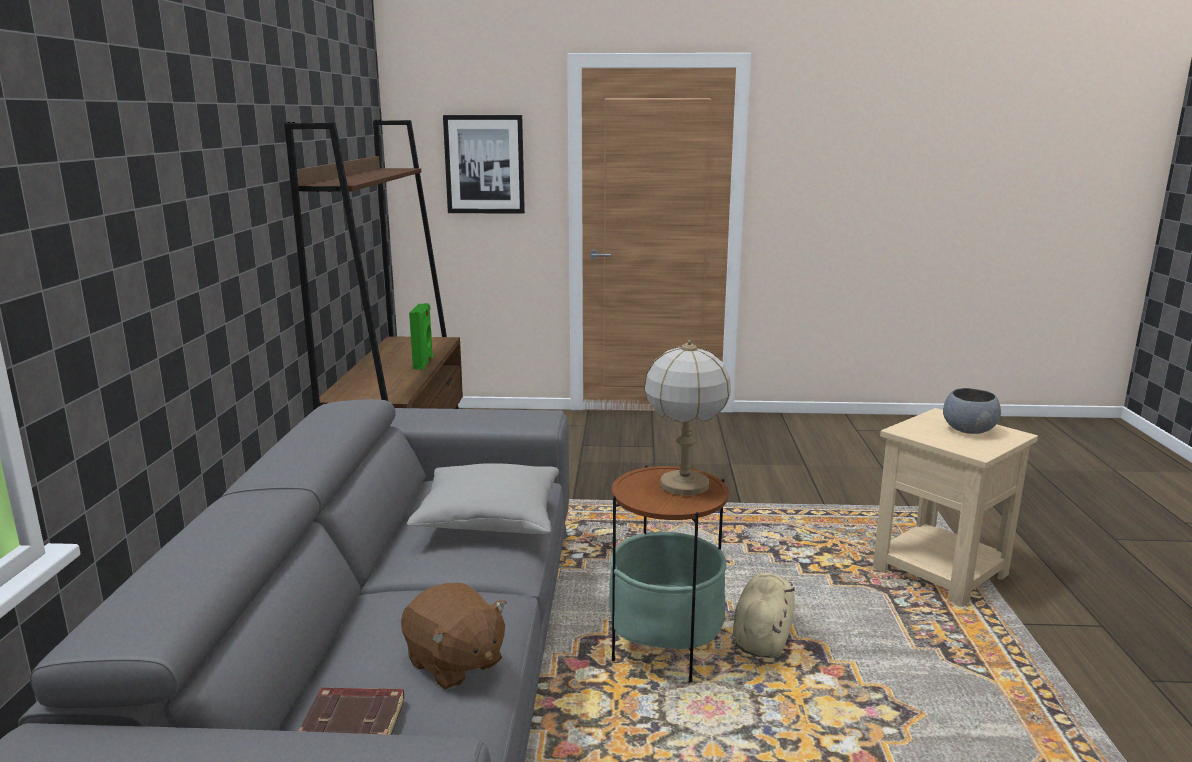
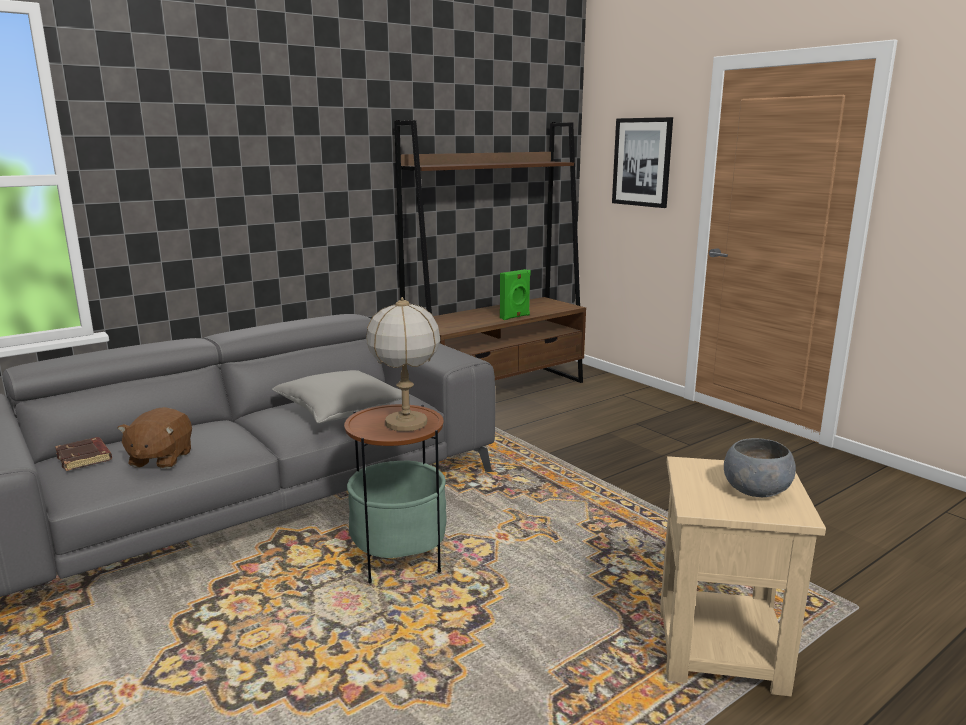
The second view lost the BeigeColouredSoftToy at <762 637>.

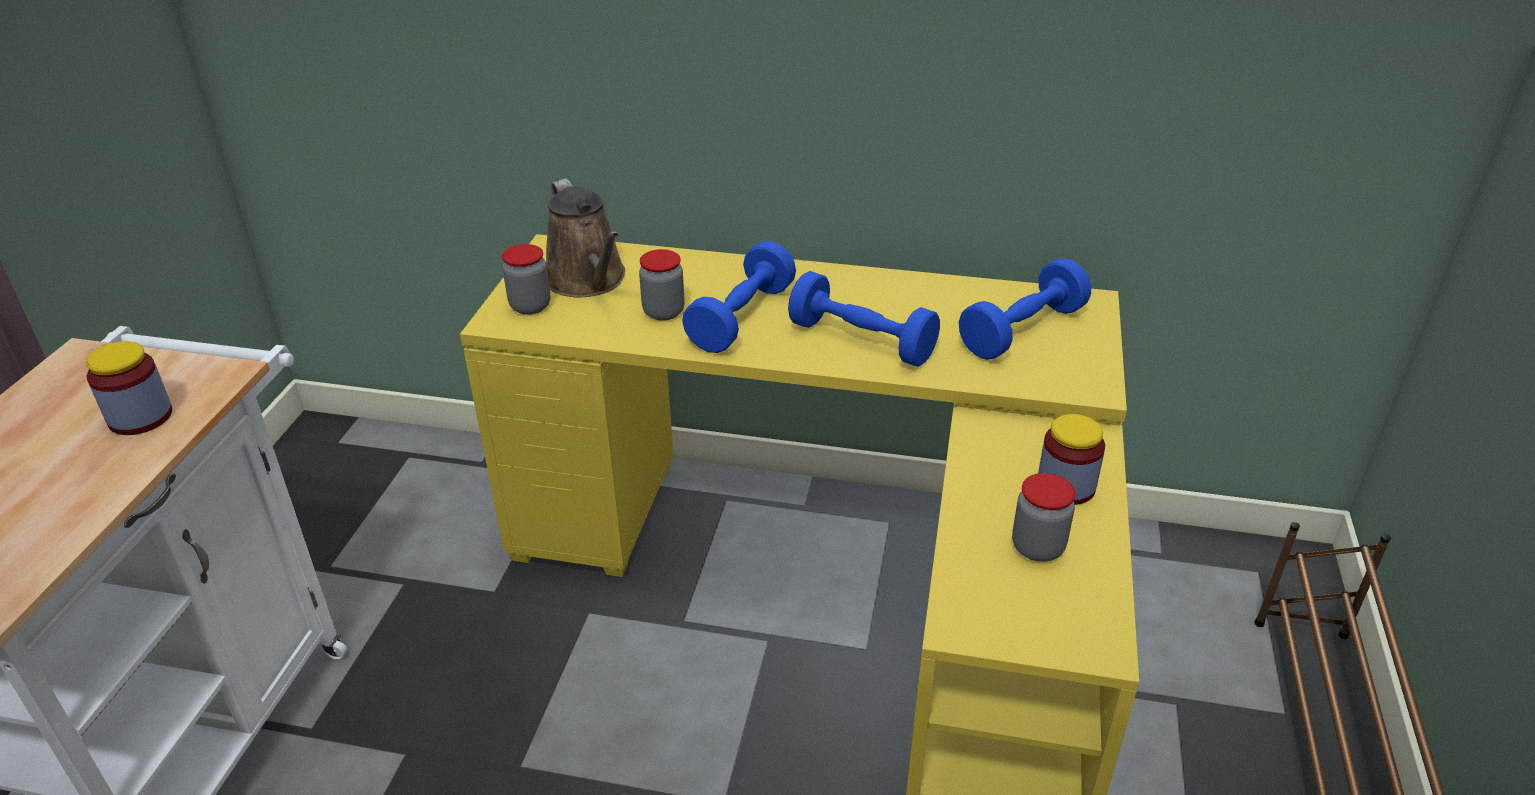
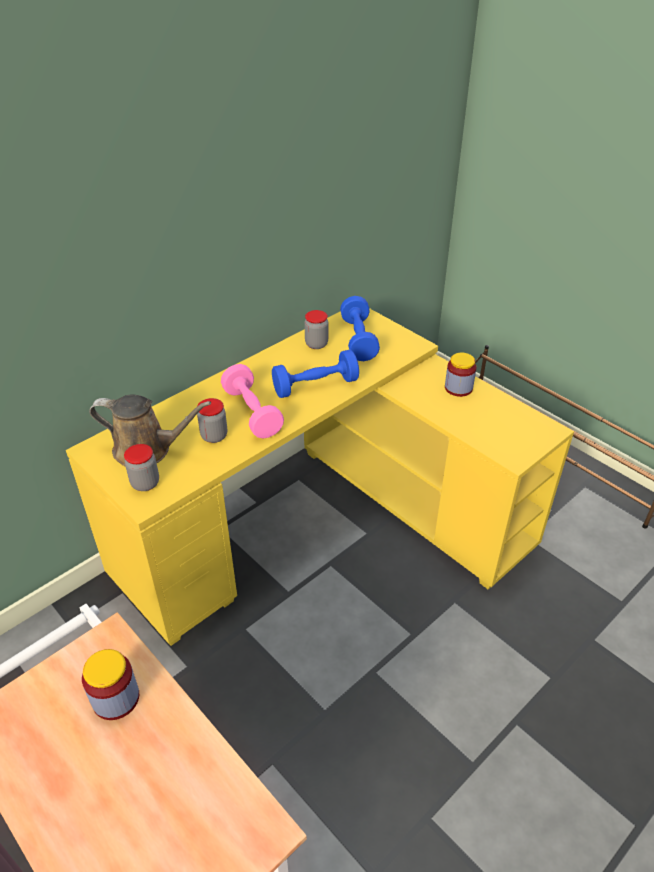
What was the BlueColouredFreeWeight at <741 318> turned into the PinkColouredFreeWeight at <252 413>.
The StorageJar ended up elsewhere, having gone from <1037 547> to <316 344>.

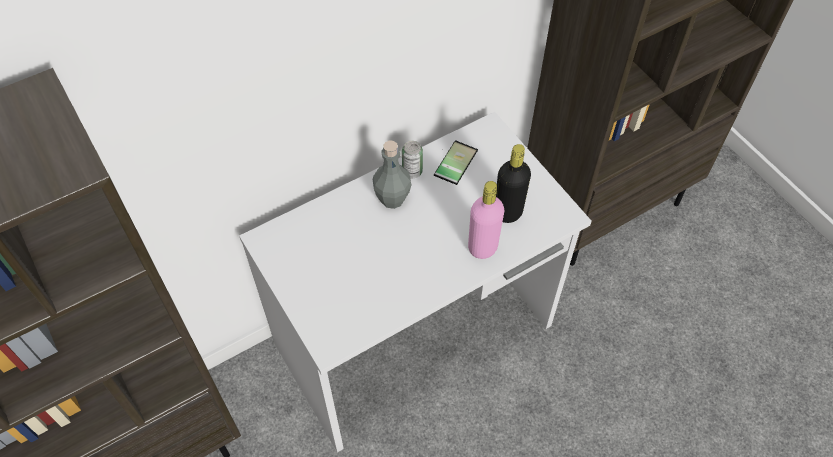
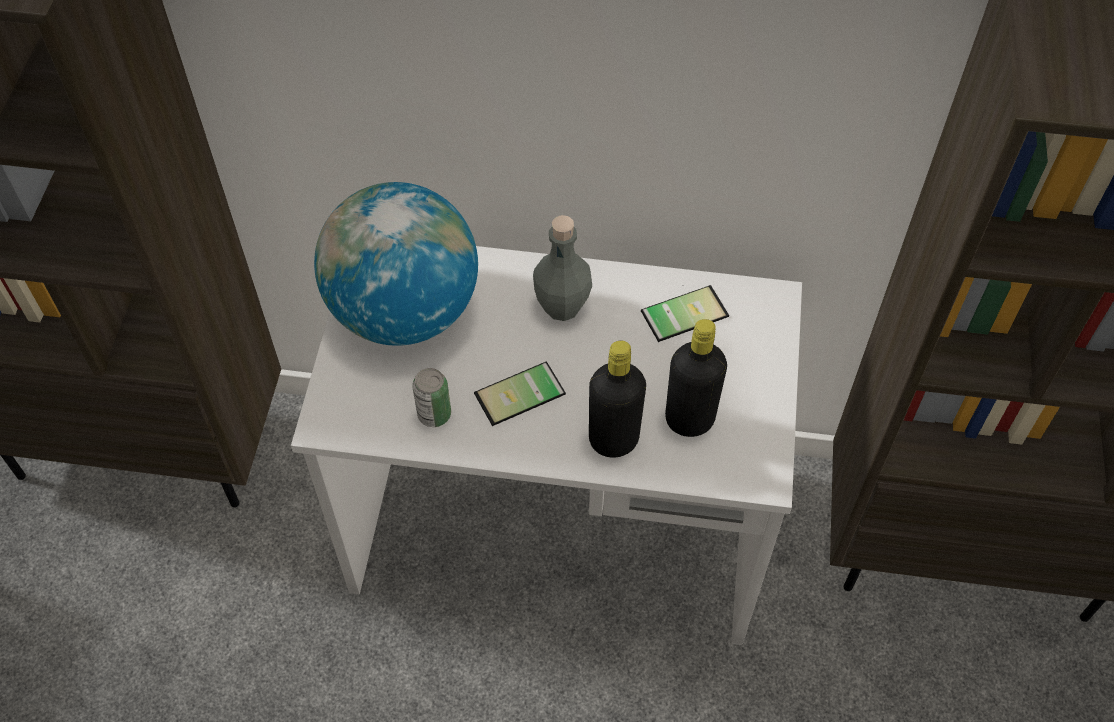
The SealedCan ended up elsewhere, having gone from <412 171> to <434 414>.
What was the PinkColouredBottle at <482 247> turned into the BlackColouredBottle at <613 440>.
The second view gained the DeskGlobe at <404 312>.
The second view gained the Phone at <521 397>.

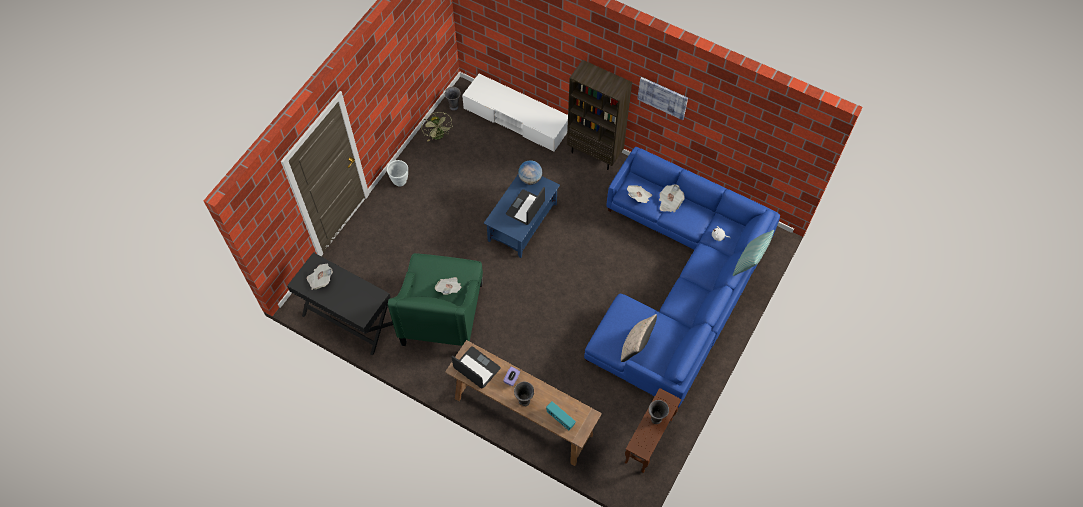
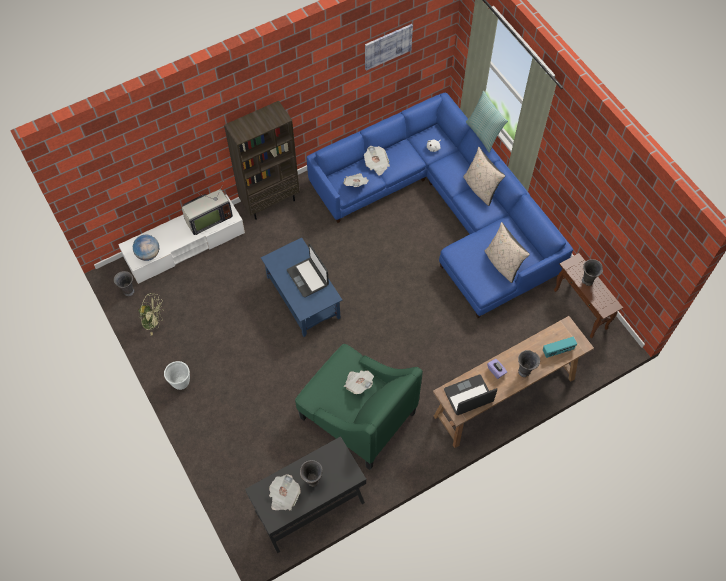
The WallPicture ended up elsewhere, having gone from <662 97> to <387 46>.
The DeskGlobe ended up elsewhere, having gone from <530 179> to <148 254>.
The second view gained the BeigeColouredPillow at <480 188>.
The second view gained the Television at <208 219>.
The second view gained the GrayVase at <312 481>.

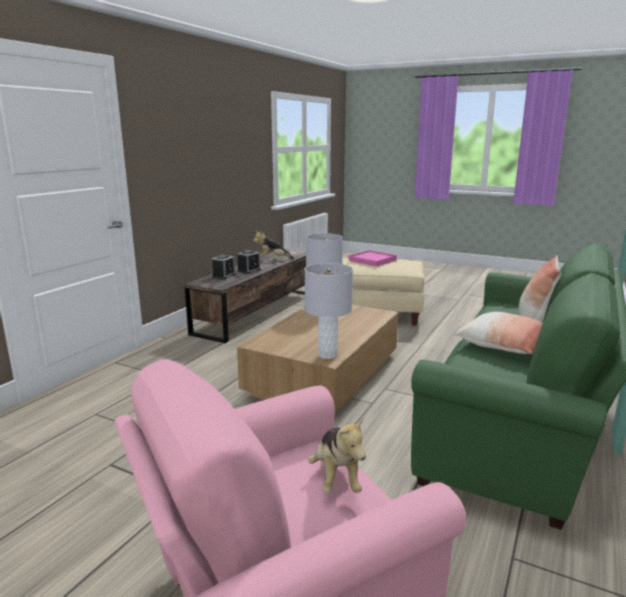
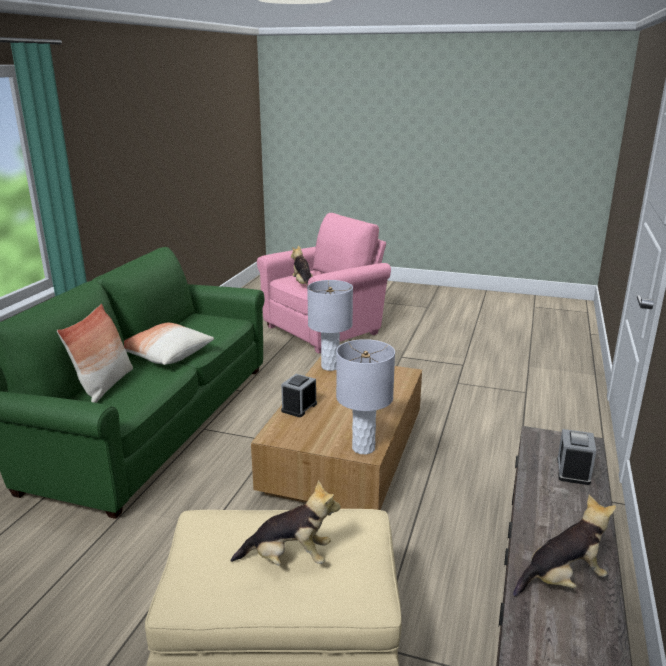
The TableClock ended up elsewhere, having gone from <249 270> to <299 407>.
Where the PinkColouredTray stood at <372 260>, the SoftToy came to stand at <289 559>.

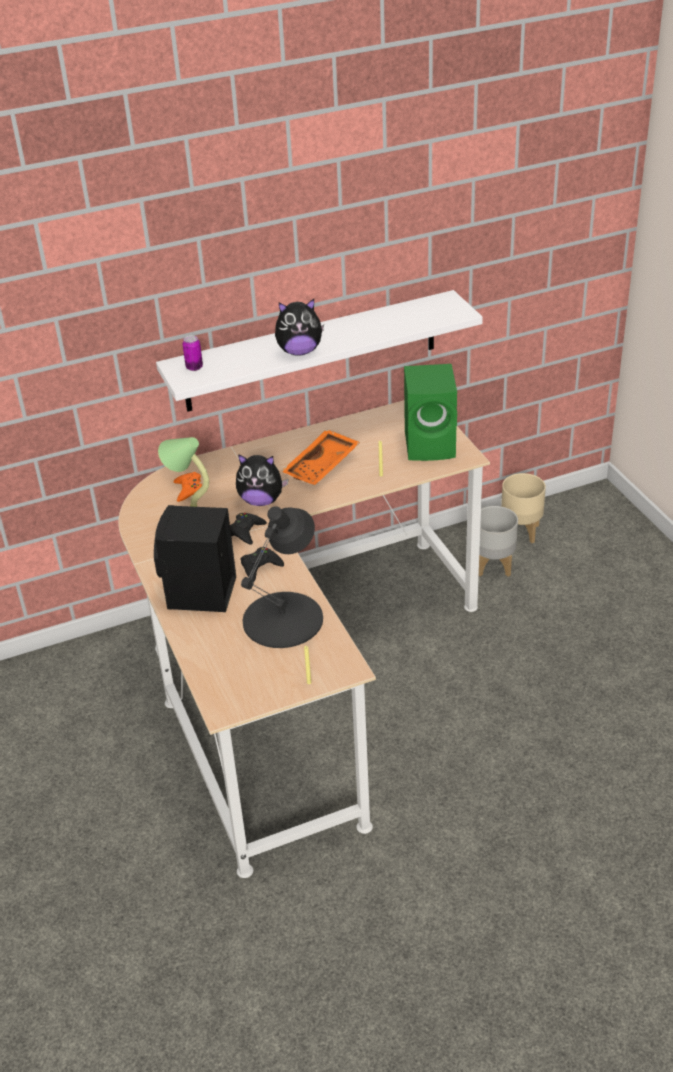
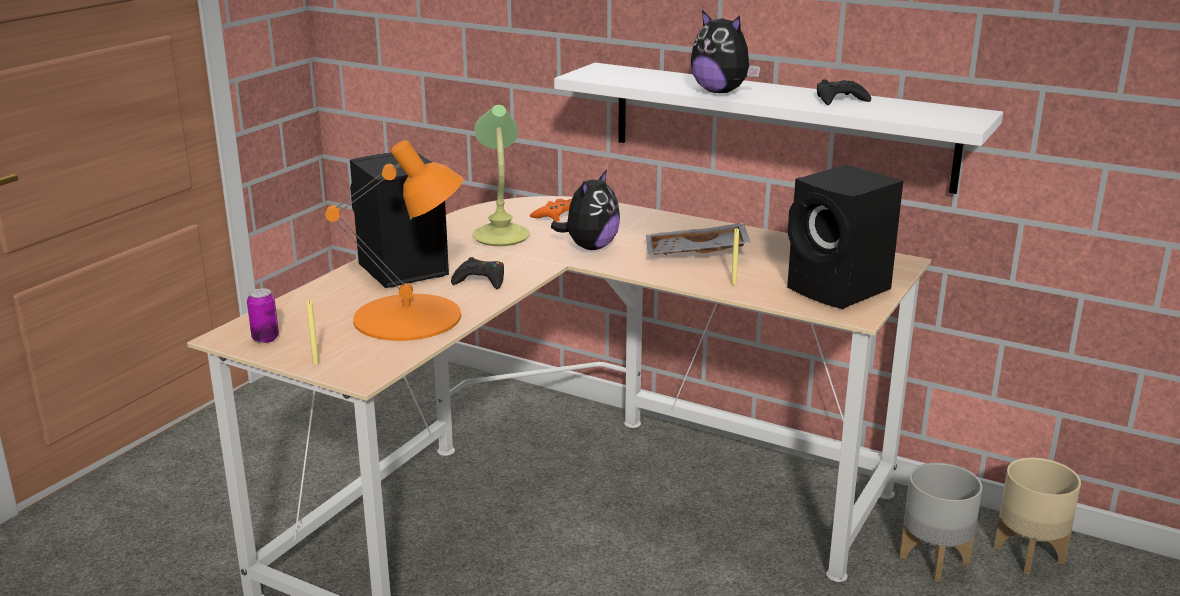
The SealedCan ended up elsewhere, having gone from <194 367> to <265 338>.
What was the GreenishAudioSpeaker at <432 445> turned into the BlackColouredAudioSpeaker at <840 290>.
What was the OrangeTray at <322 466> turned into the GrayTray at <696 253>.
The SoftToy at <261 501> ended up facing another way, 120 degrees counterclockwise from before.
What was the BlackColouredTabletopLamp at <284 619> turned into the OrangeTabletopLamp at <409 317>.
The BlackColouredGamepad ended up elsewhere, having gone from <246 531> to <840 99>.

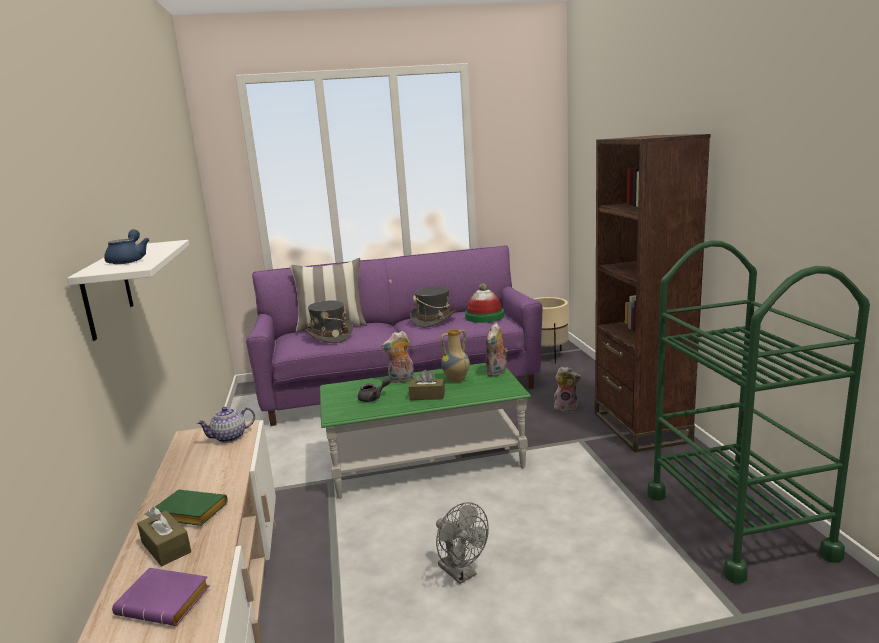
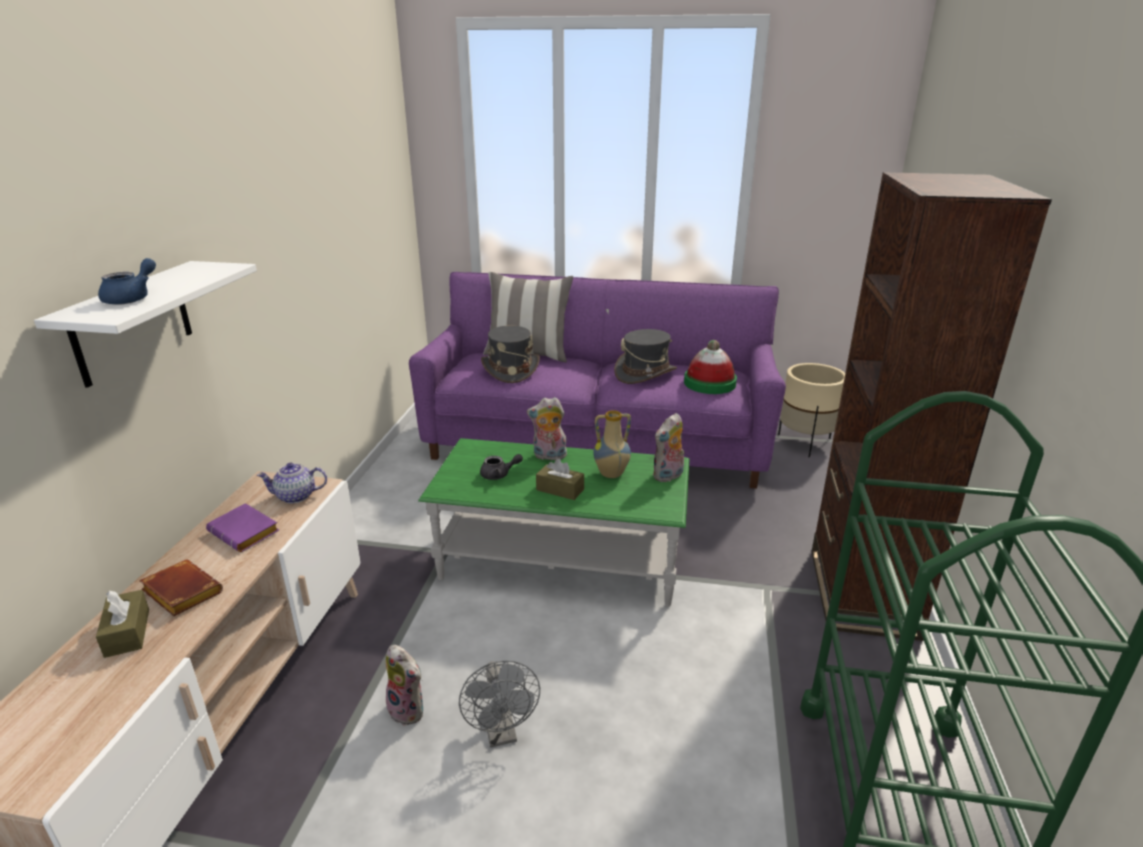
The SoftToy ended up elsewhere, having gone from <566 407> to <409 709>.
What was the GreenishBook at <188 513> turned into the BrownBook at <180 593>.
The PurpleBook ended up elsewhere, having gone from <167 602> to <247 533>.

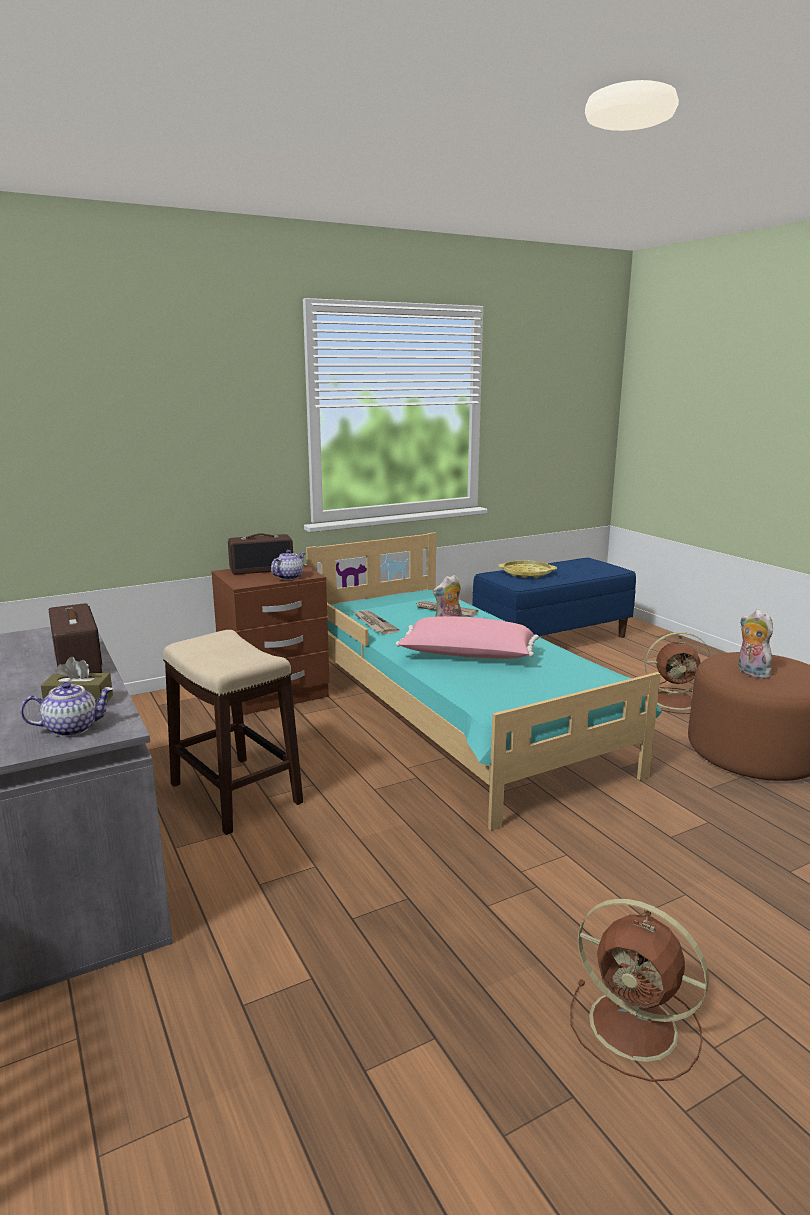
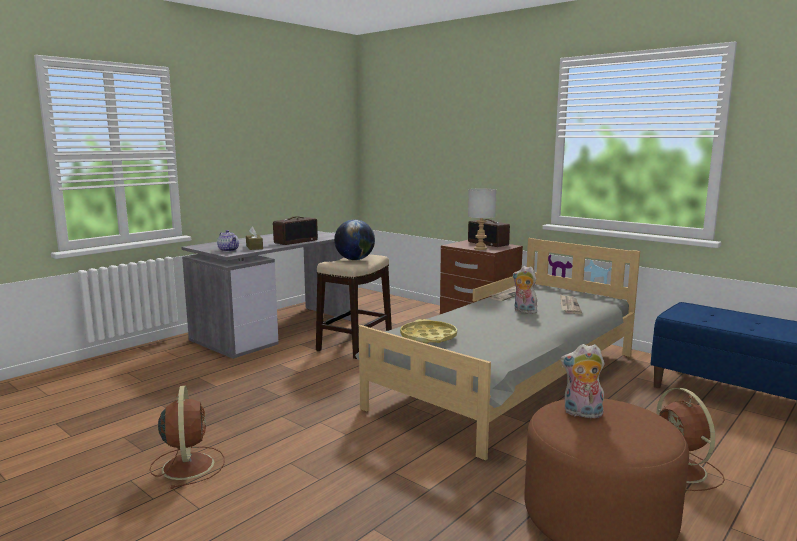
What was the BlueGreenSleepingBed at <457 717> turned into the GraySleepingBed at <510 380>.
Where the PotForTea stood at <289 577>, the GrayTabletopLamp came to stand at <480 248>.
The YellowColouredTray ended up elsewhere, having gone from <527 573> to <428 337>.
The SoftToy at <750 673> ended up facing another way, 120 degrees counterclockwise from before.
The second view lost the PinkColouredPillow at <467 656>.
The BrownFan at <637 1027> ended up facing another way, 150 degrees clockwise from before.
The second view gained the DeskGlobe at <355 259>.

